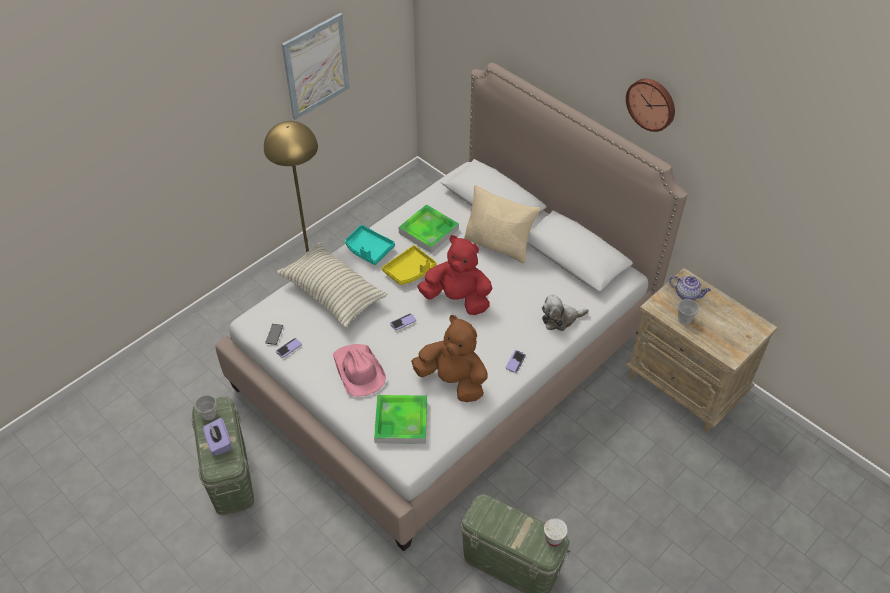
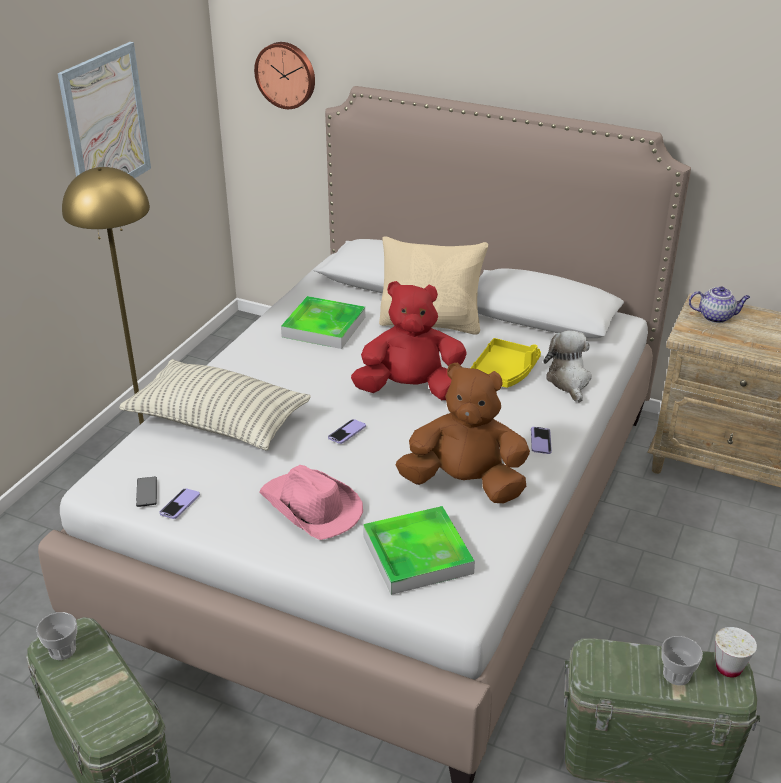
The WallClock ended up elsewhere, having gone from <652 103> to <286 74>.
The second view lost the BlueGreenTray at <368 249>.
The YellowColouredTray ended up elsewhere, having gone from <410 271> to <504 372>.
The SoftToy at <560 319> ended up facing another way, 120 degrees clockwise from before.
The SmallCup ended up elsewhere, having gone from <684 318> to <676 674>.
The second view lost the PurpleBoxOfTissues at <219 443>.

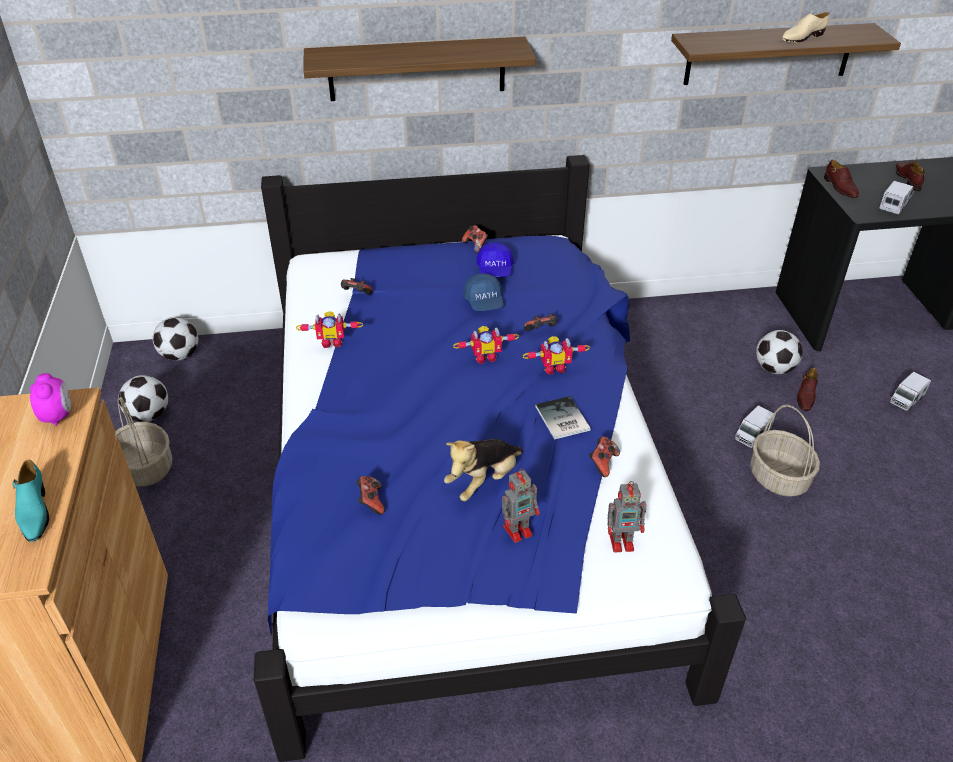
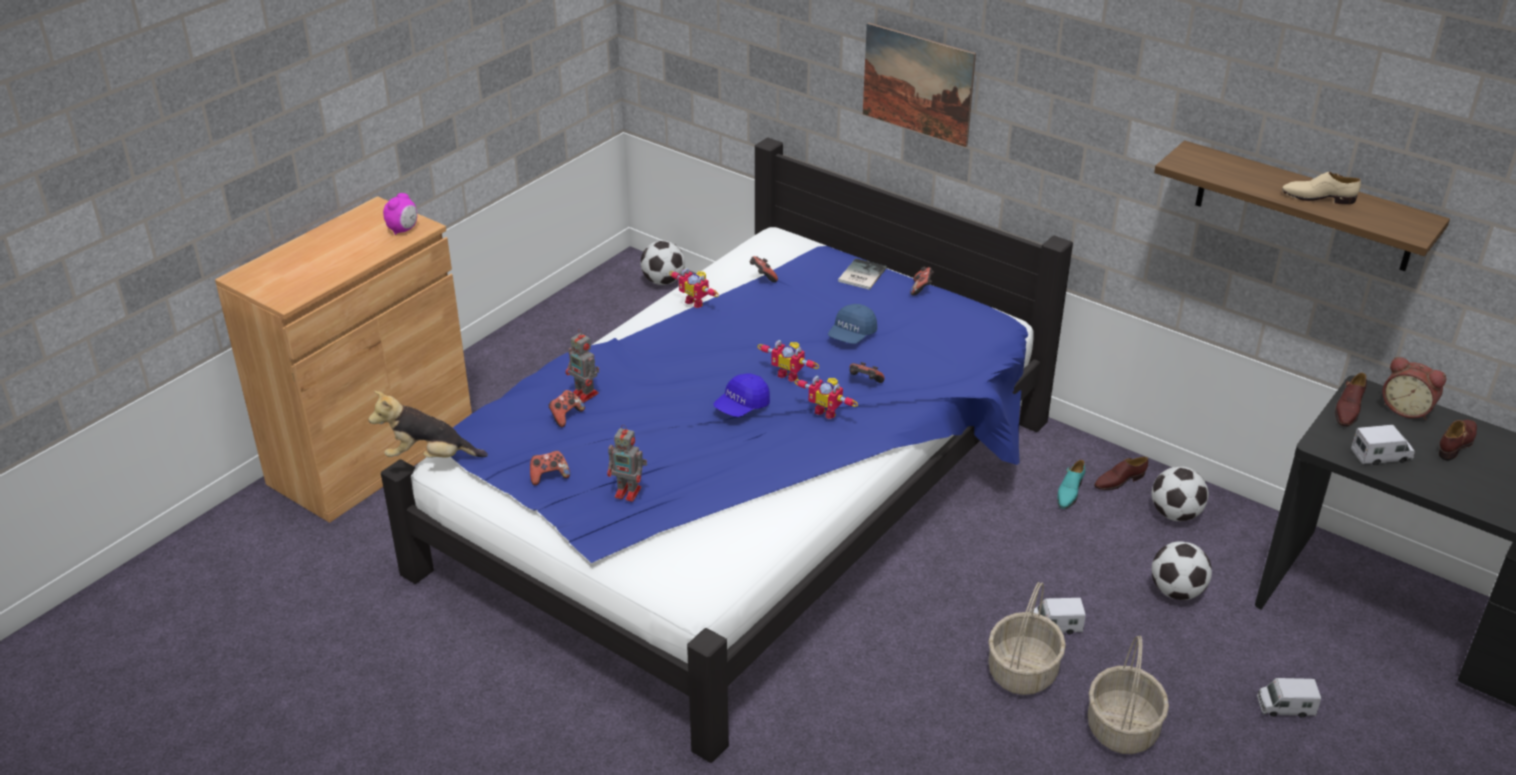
Where the WallShelf hung at <417 69>, the WallPicture came to hang at <917 84>.
The BlueColouredPeakedCap ended up elsewhere, having gone from <495 270> to <742 406>.
The BrownItemOfFootwear ended up elsewhere, having gone from <805 396> to <1119 481>.
The Football ended up elsewhere, having gone from <148 415> to <1175 514>.
The Book ended up elsewhere, having gone from <561 420> to <860 275>.
The Basket ended up elsewhere, having gone from <144 468> to <1121 727>.
The Gamepad ended up elsewhere, having gone from <602 463> to <549 476>.
The SoftToy ended up elsewhere, having gone from <483 481> to <429 457>.
The BlueGreenItemOfFootwear ended up elsewhere, having gone from <34 511> to <1069 493>.
The RobotFigure ended up elsewhere, having gone from <623 542> to <586 395>.
The second view gained the TableClock at <1407 409>.

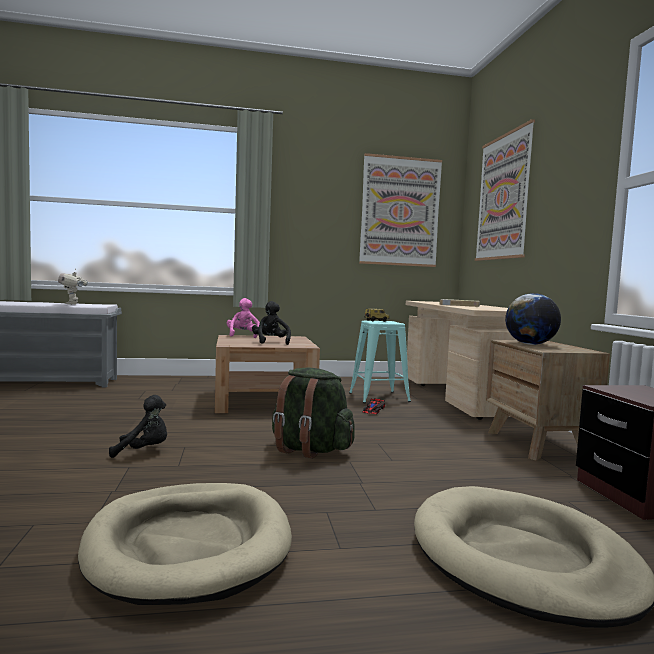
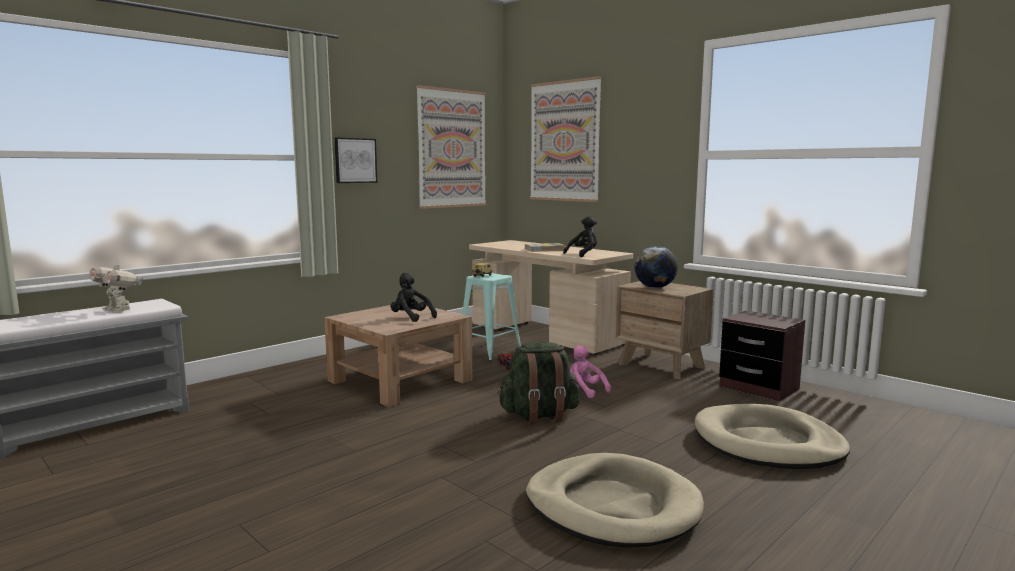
The PinkColouredSoftToy ended up elsewhere, having gone from <243 336> to <584 391>.
The BlackColouredSoftToy ended up elsewhere, having gone from <143 451> to <583 254>.
The second view gained the WallPicture at <355 160>.

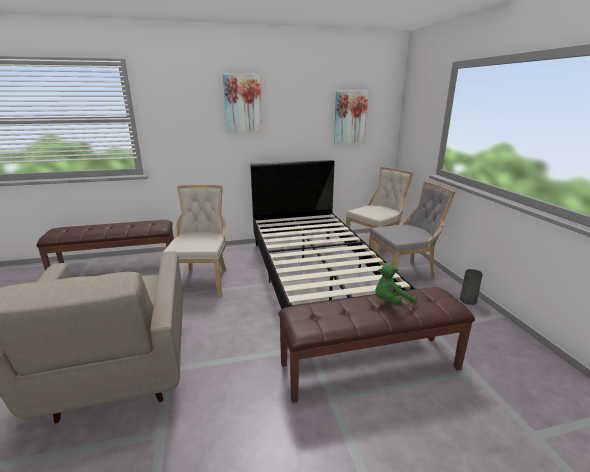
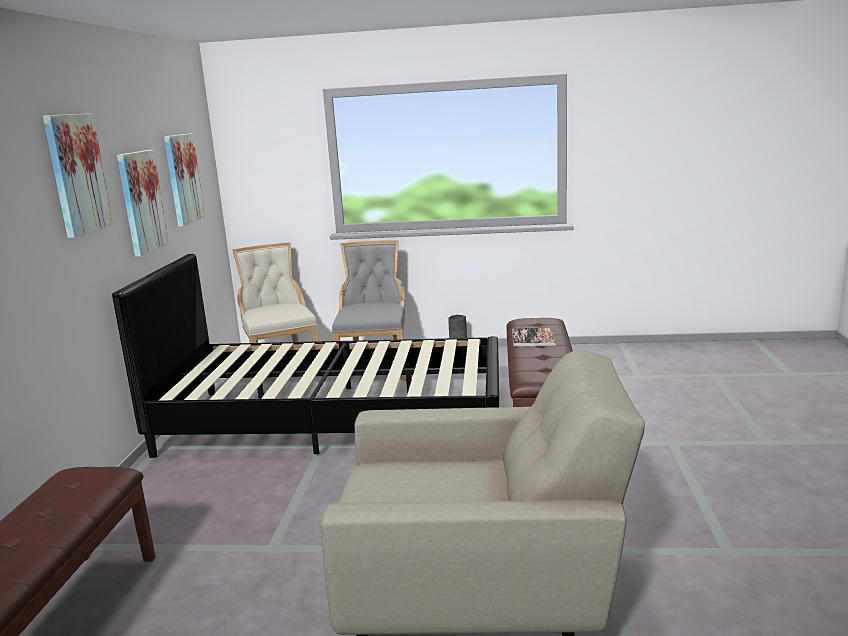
The second view lost the BeigeColouredPlainChair at <202 281>.
Where the GreenishSoftToy stood at <391 302>, the Book came to stand at <533 338>.
The second view gained the WallPicture at <141 202>.

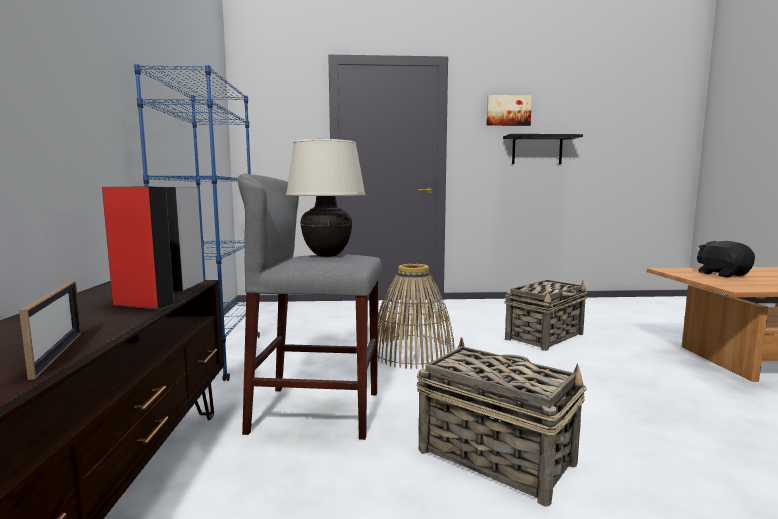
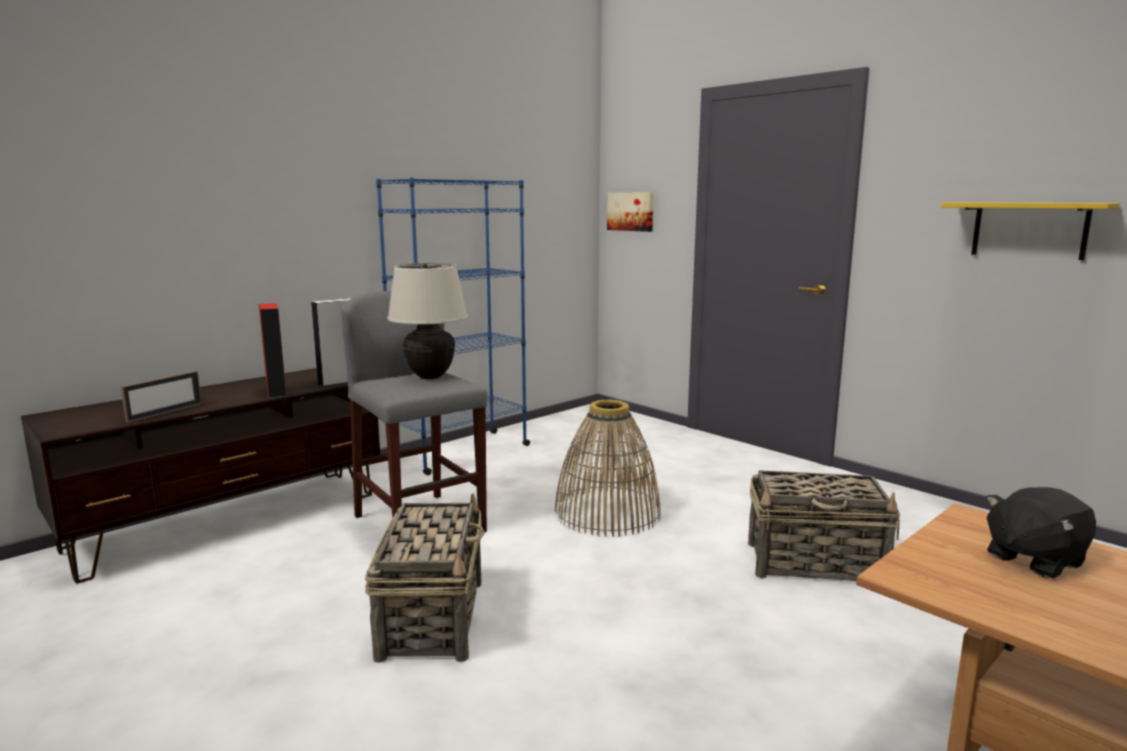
The WallPicture ended up elsewhere, having gone from <508 110> to <631 211>.
What was the BlackColouredWallShelf at <537 150> turned into the YellowColouredWallShelf at <1029 230>.
The BlackColouredSoftToy at <722 274> ended up facing another way, 150 degrees counterclockwise from before.

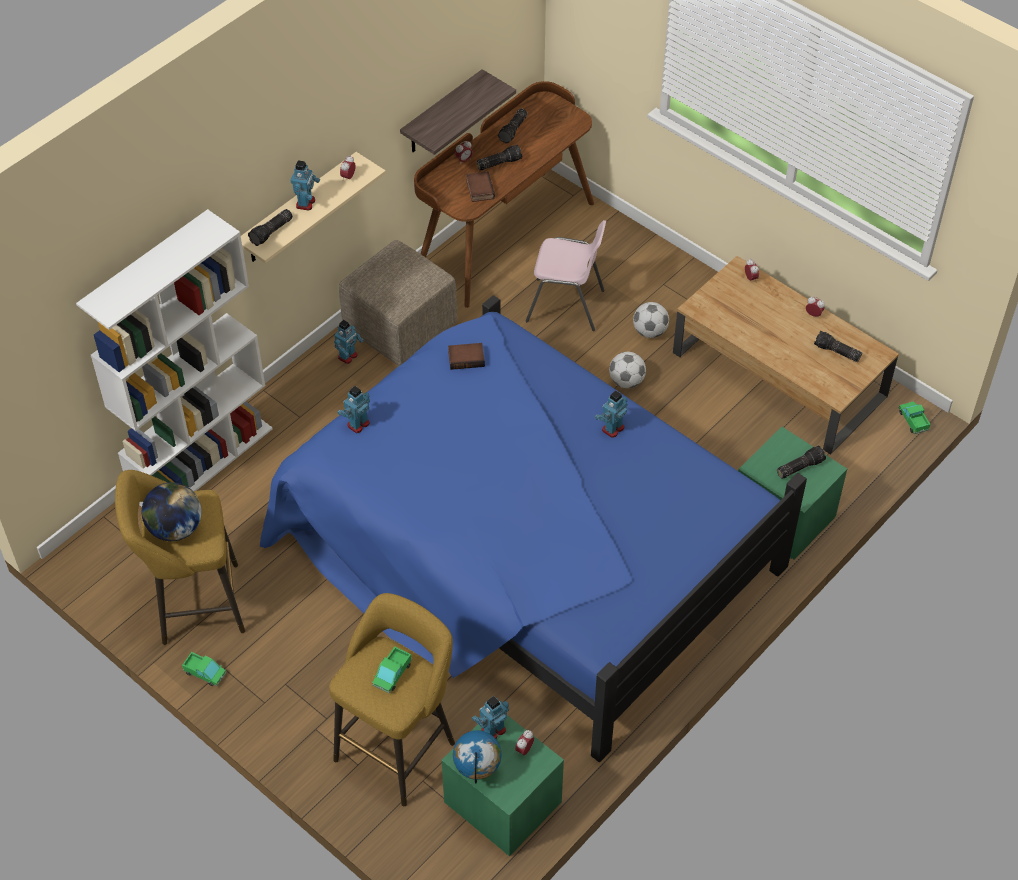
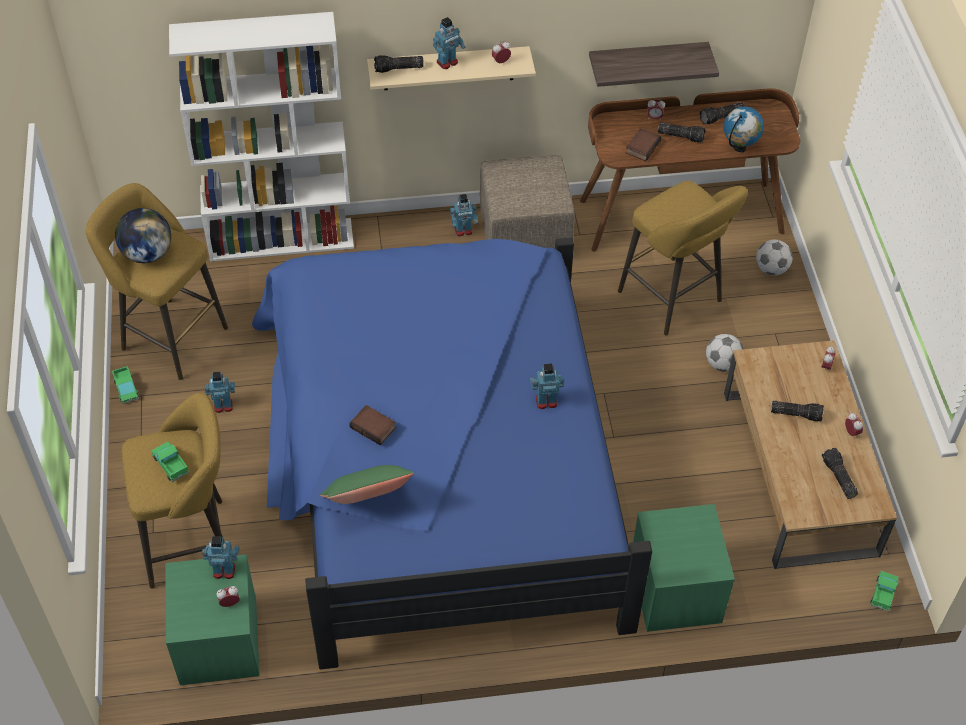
Where the PinkColouredPlainChair stood at <566 306>, the YellowColouredSittingStool came to stand at <673 299>.
The Book ended up elsewhere, having gone from <466 358> to <374 427>.
The Football ended up elsewhere, having gone from <626 381> to <771 269>.
The RobotFigure ended up elsewhere, having gone from <358 424> to <223 405>.
The Torch ended up elsewhere, having gone from <799 466> to <796 413>.
The ToyLorry at <392 674> ended up facing another way, 75 degrees clockwise from before.
The DeskGlobe ended up elsewhere, having gone from <477 772> to <739 148>.
The second view gained the GreenishPillow at <367 503>.

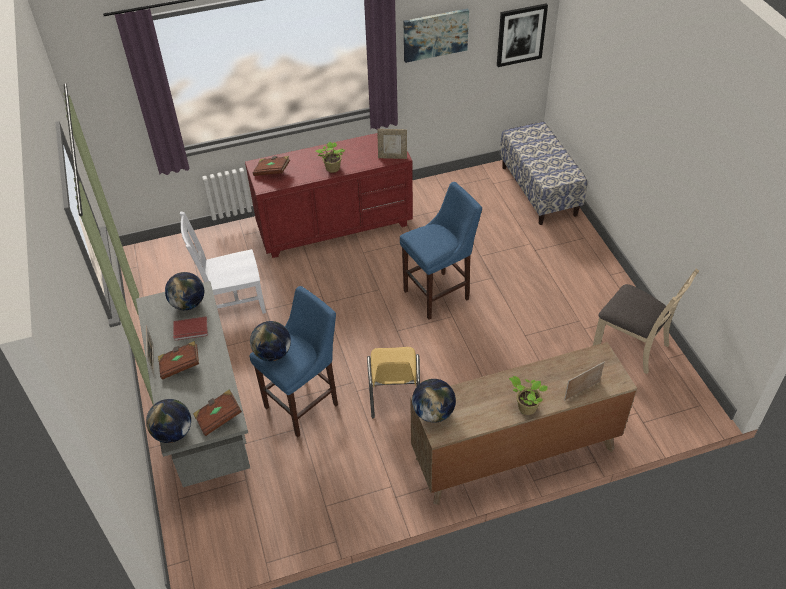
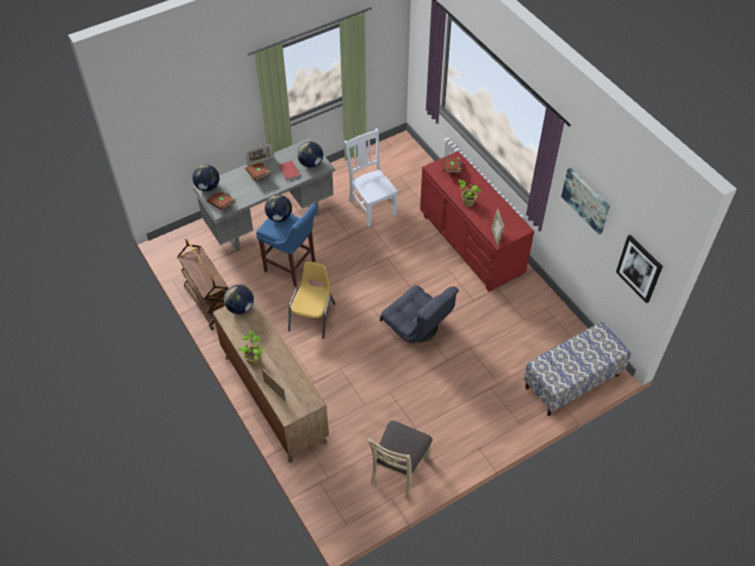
Where the BlueColouredSittingStool stood at <439 294>, the GrayEasyChair came to stand at <417 327>.
The YellowColouredPlainChair at <394 393> ended up facing another way, 120 degrees clockwise from before.
The second view gained the BrownCart at <209 303>.

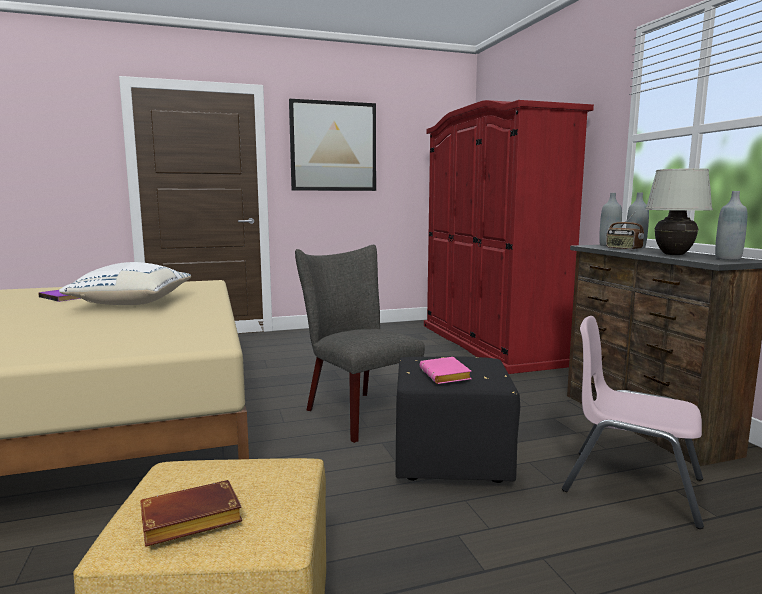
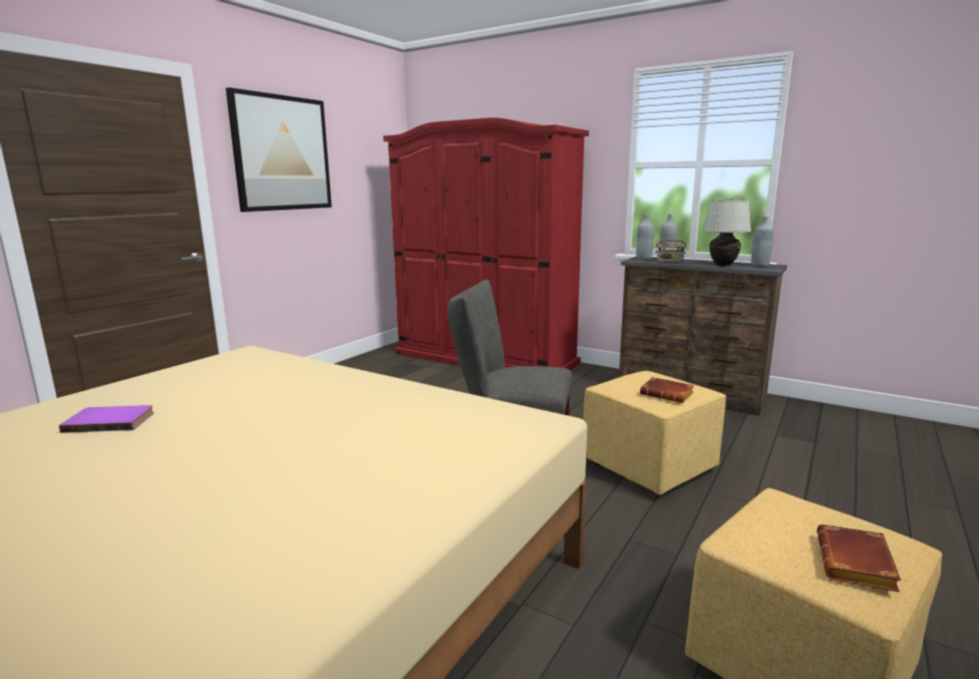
The second view lost the WhitePillow at <131 303>.
The second view lost the PinkColouredPlainChair at <632 485>.
What was the BlackColouredPouffe at <453 461> turned into the YellowColouredPouffe at <650 467>.
What was the PinkColouredBook at <447 376> turned into the BrownBook at <668 394>.

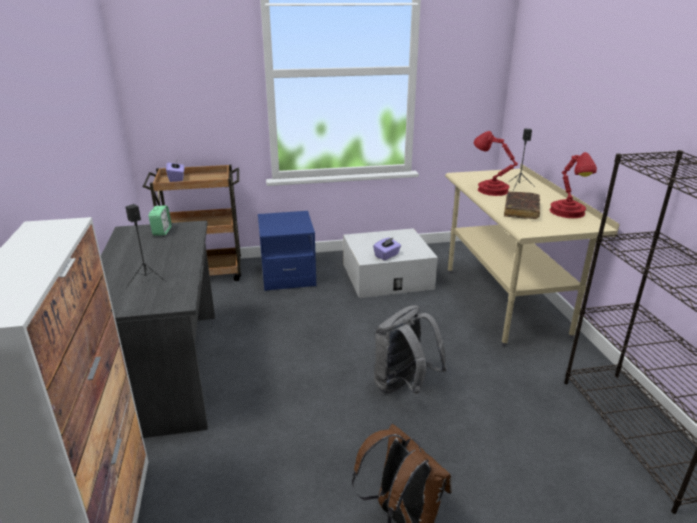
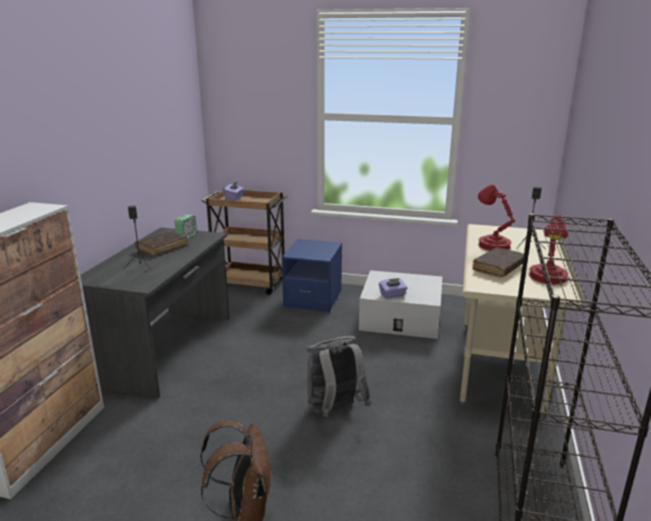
The second view gained the BrownBook at <162 247>.

